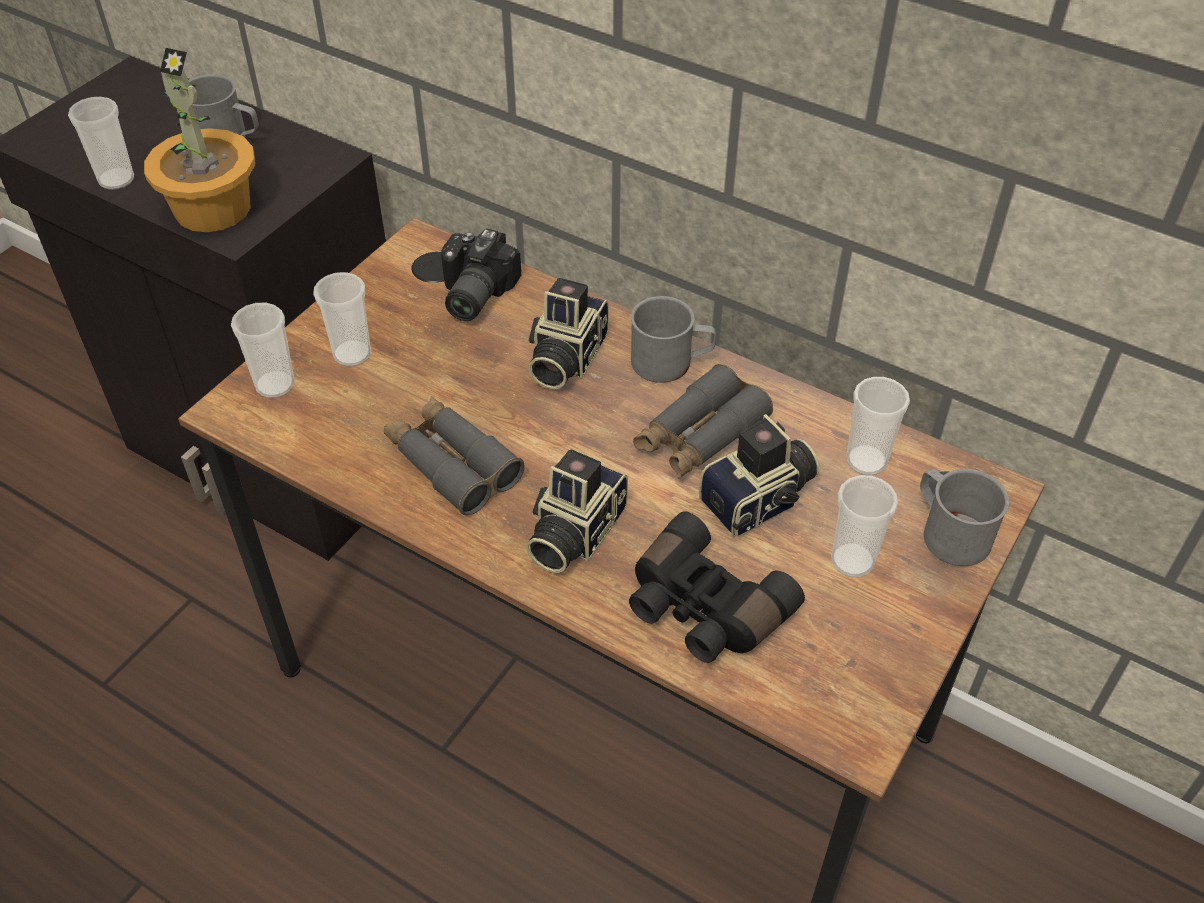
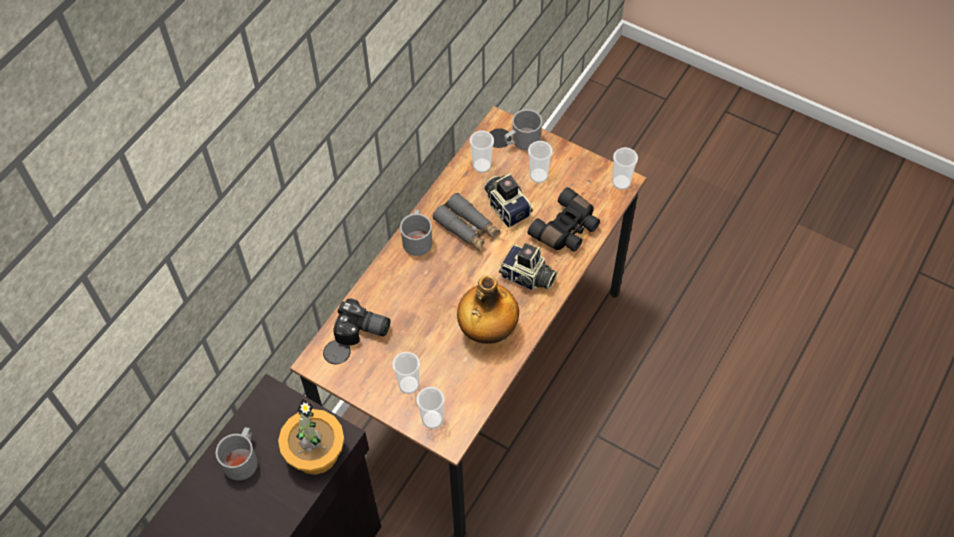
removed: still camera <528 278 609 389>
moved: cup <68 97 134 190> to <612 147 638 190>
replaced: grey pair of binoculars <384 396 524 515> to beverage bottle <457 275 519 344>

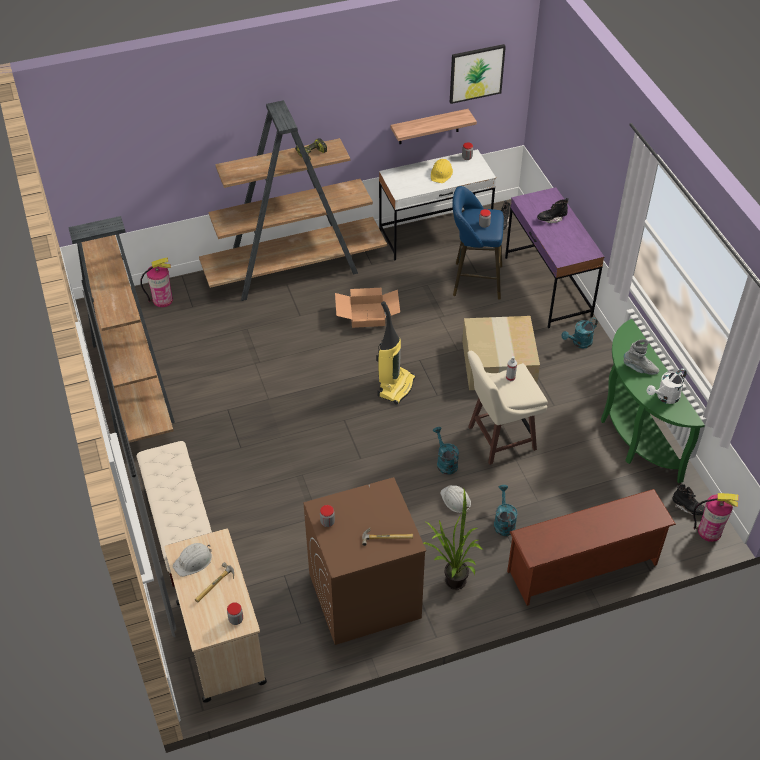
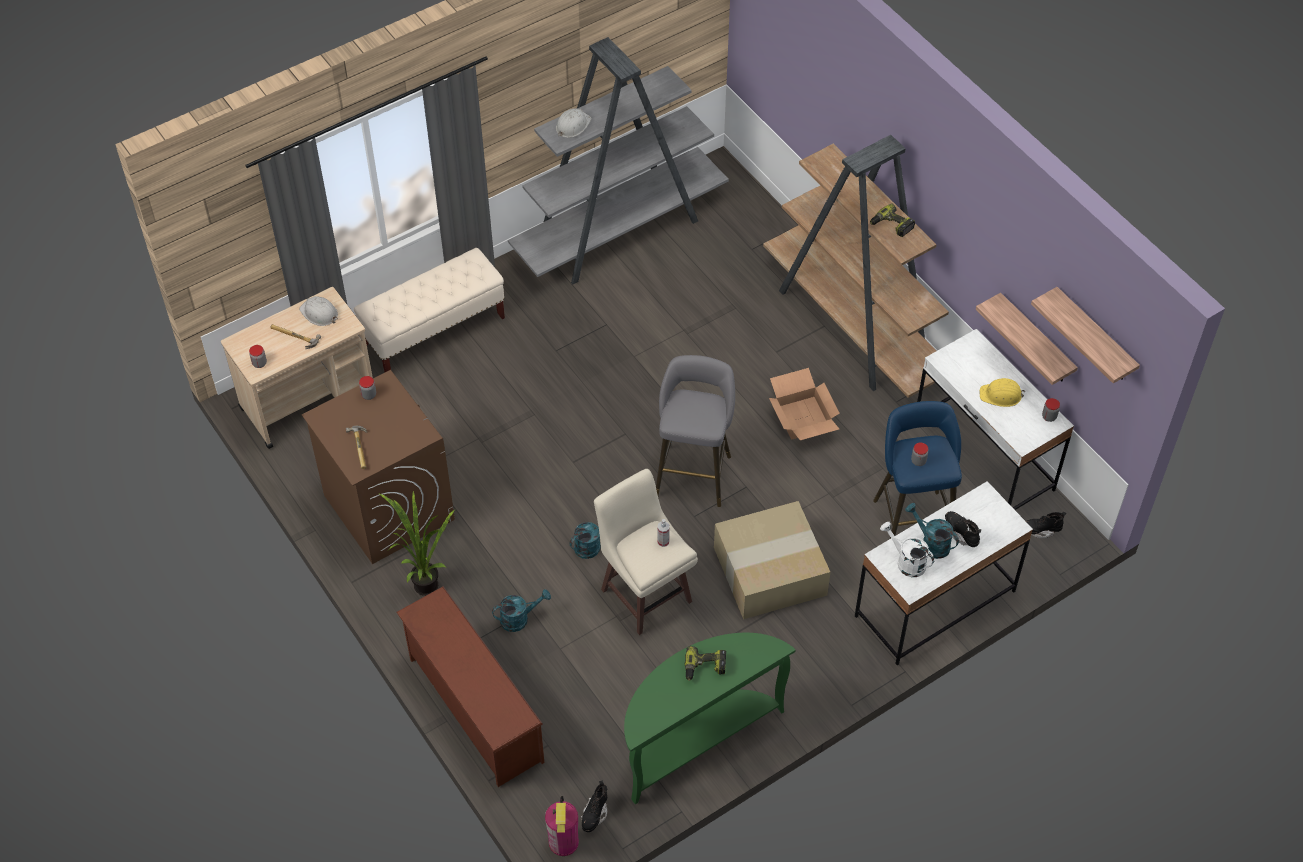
removed: fire extinguisher <141 258 173 307>
moved: white work helmet <440 485 471 513> to <556 108 592 138>; blue-green watering pot <562 318 598 349> to <905 503 959 559>; white watering pot <647 368 687 404> to <880 522 934 577>
replaced: hoover <376 301 415 405> to grey stool seat <656 355 735 507>; wall picture <450 44 506 104> to wall shelf <1031 287 1140 384>; grey tall boot <624 339 659 375> to power drill <685 646 726 681>
recoloured: brown-coloured bookshelf <68 216 175 443> to grey bookshelf <508 37 729 284>; purplish desk <505 187 604 328> to white desk <855 481 1033 665>

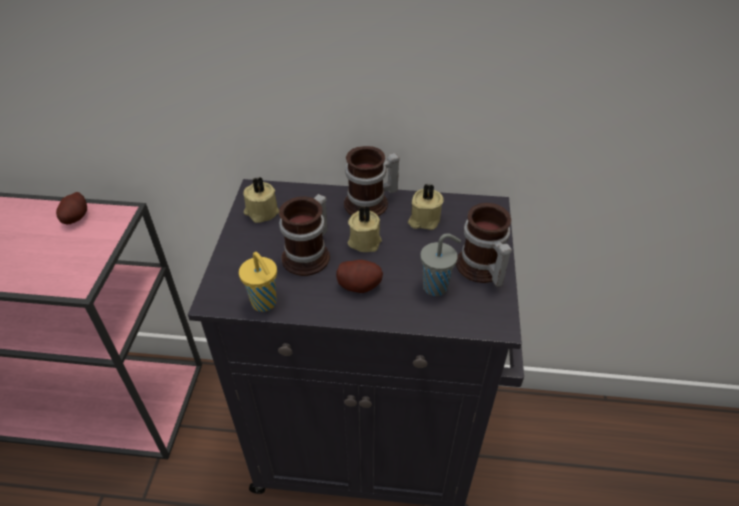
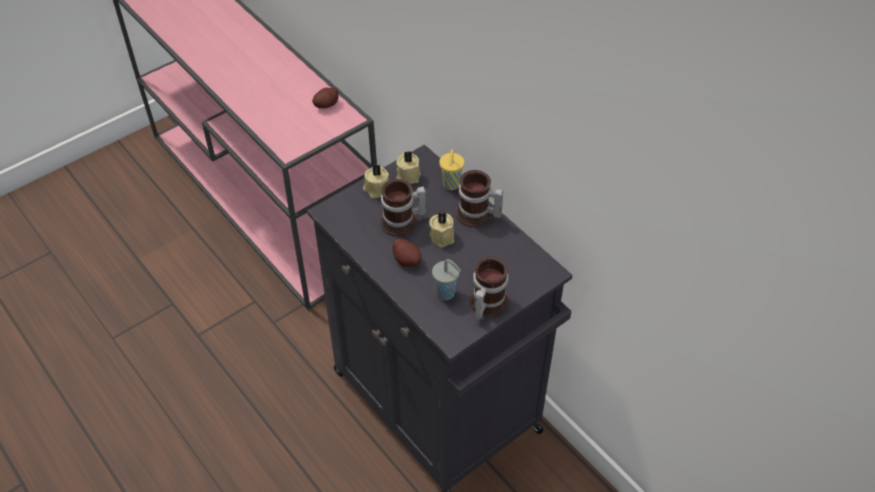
moved: yellow cup <239 252 277 312> to <439 150 464 190>; beige candle <408 184 444 230> to <363 164 389 198>

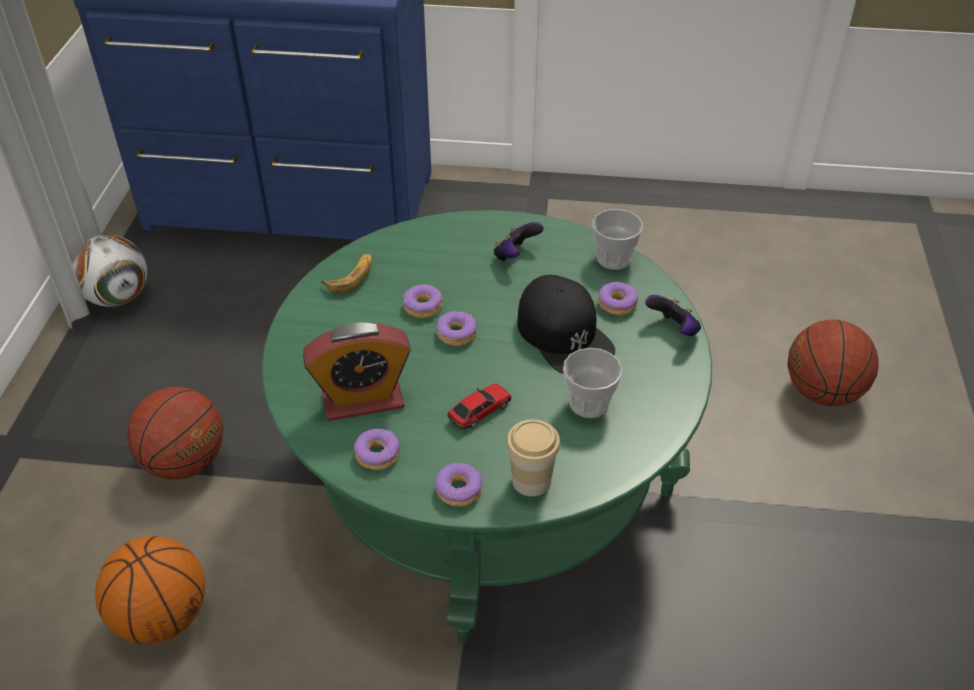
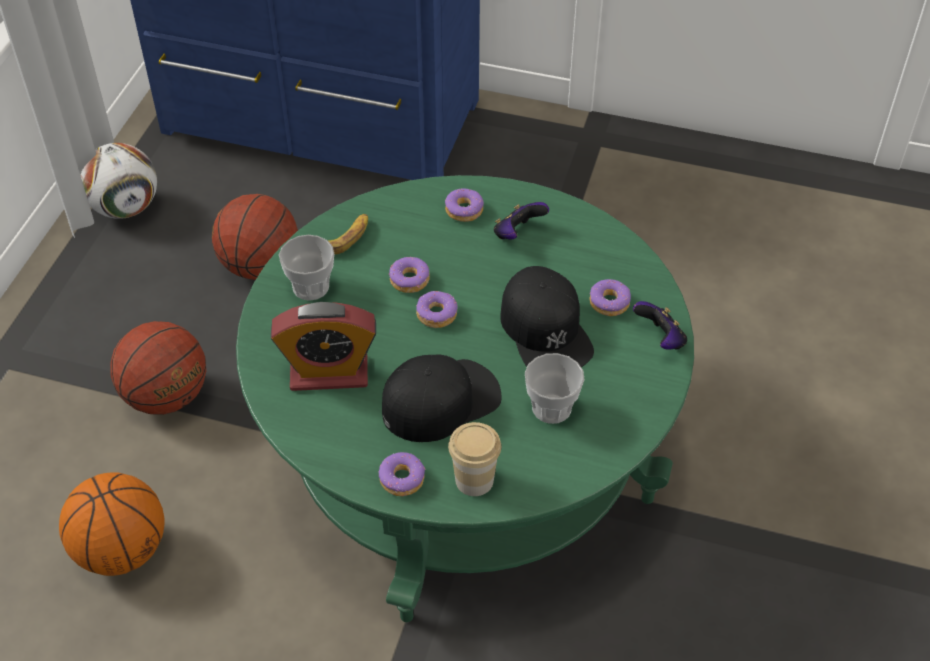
moved: ring doughnut <354 429 400 470> to <445 188 484 222>; cup <592 209 643 270> to <279 235 334 301>; basketball ball <787 320 879 406> to <212 194 298 280>
replaced: toy car <447 384 511 429> to blackish baseball cap <382 355 502 442>

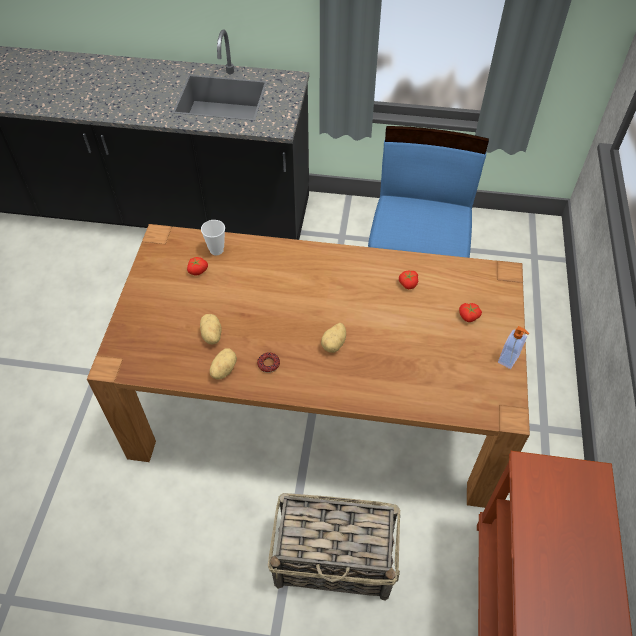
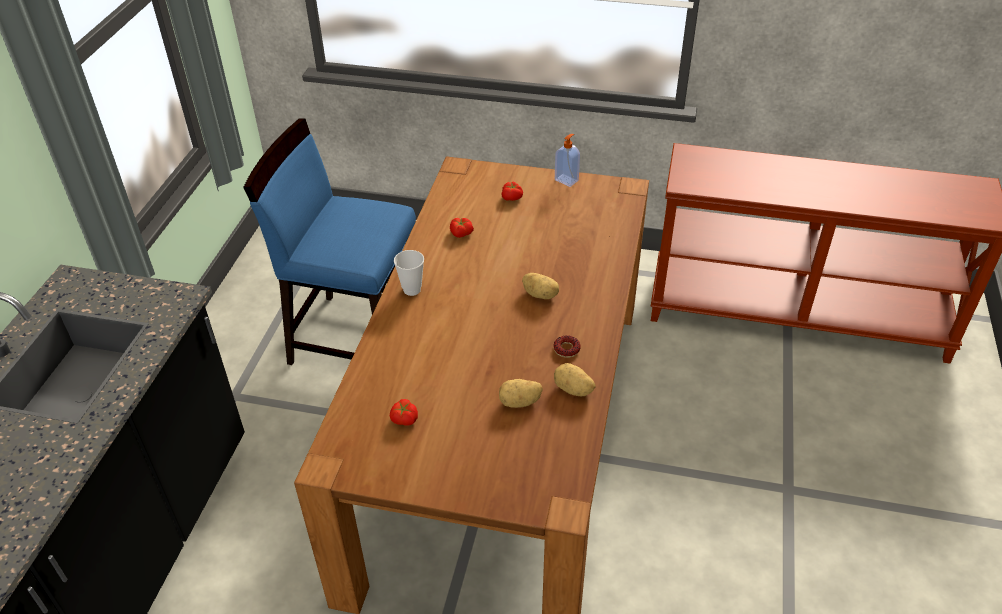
removed: household basket <268 493 400 601>
moved: cup <201 220 225 255> to <394 250 424 296>

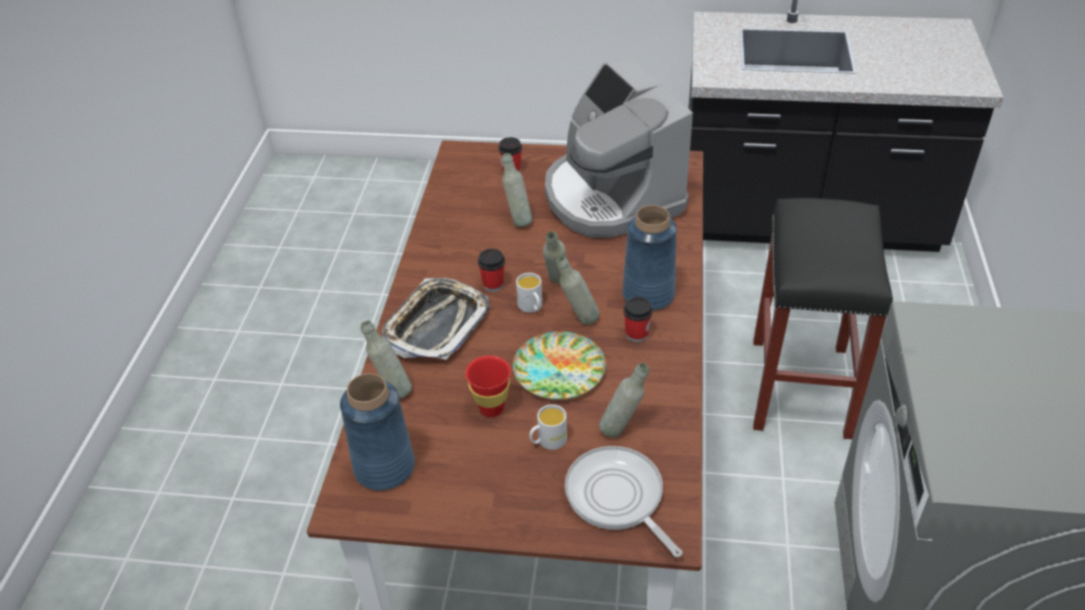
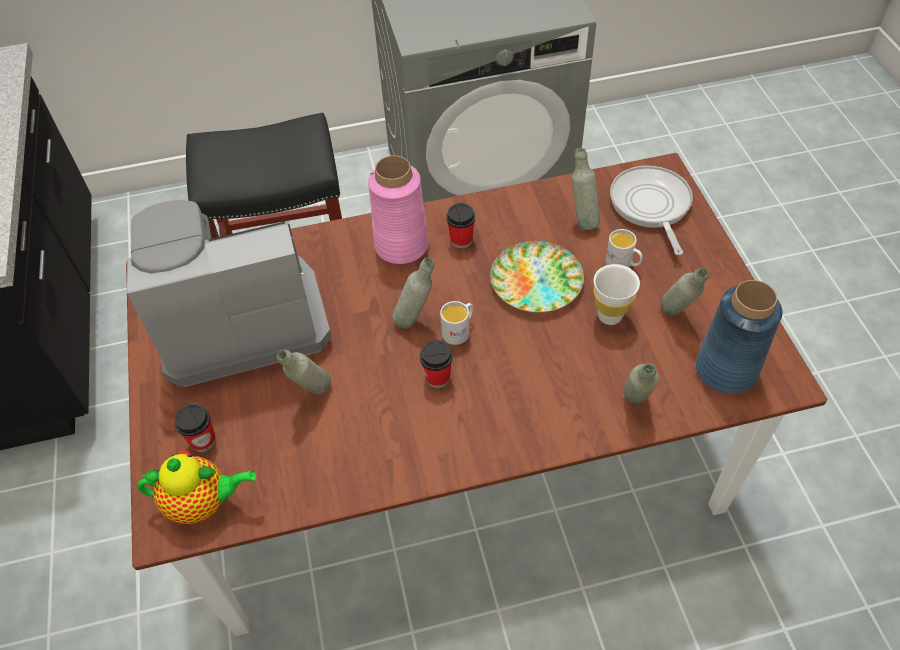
removed: tray <382 278 490 360>
added: pot for tea <137 451 256 524>
moved: grey beverage bottle <556 256 599 325> to <660 268 709 316>
recoloured: reddish cup <466 356 511 417> to white cup <594 264 640 325>; bluish flower vase <622 205 677 311> to pink flower vase <368 155 429 264>
turned: coffee machine <545 59 693 238> = <127 199 332 387> 150 degrees counterclockwise; pan <565 446 683 557> = <610 166 693 255> 135 degrees clockwise

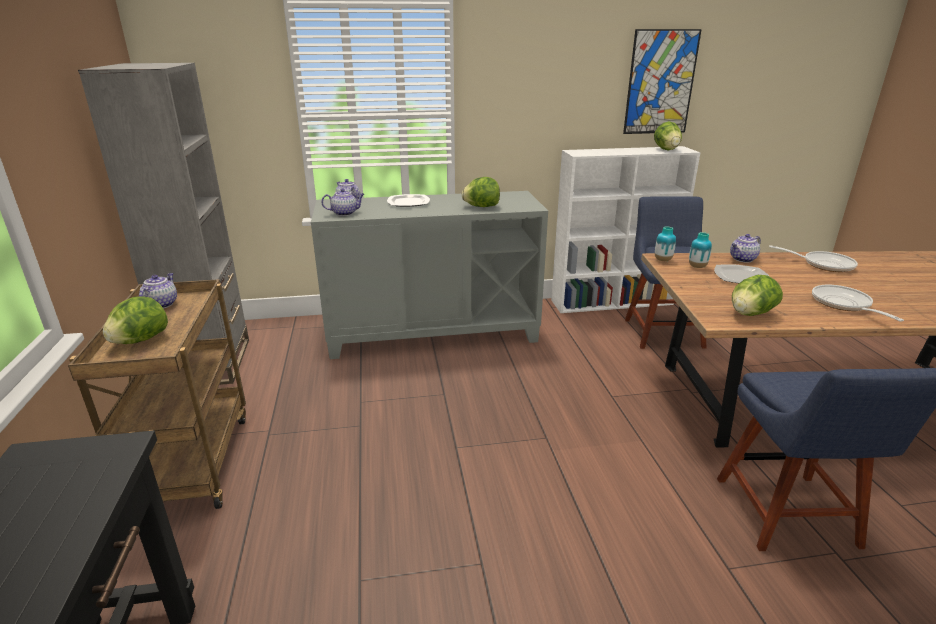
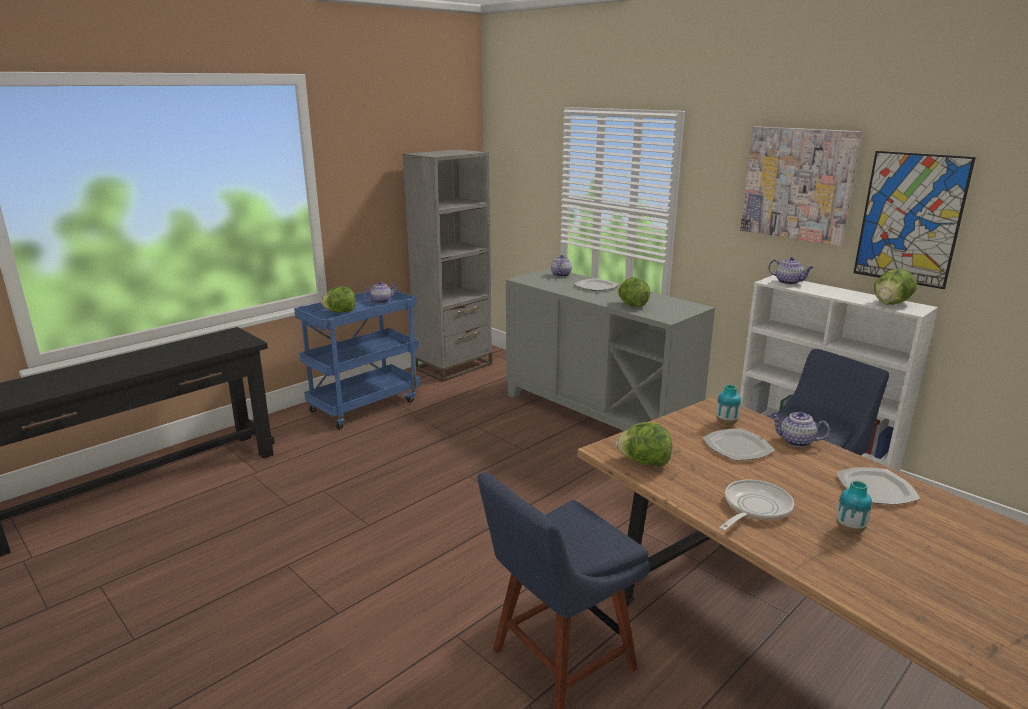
added: wall picture <740 126 862 246>
moved: pot for tea <321 188 364 216> to <768 257 814 285>; flower vase <655 226 676 261> to <836 481 872 534>
replaced: pan <769 245 858 272> to dinner plate <836 467 920 504>
recoloured: brown-coloured cart <68 279 246 509> to bluish cart <294 290 421 430>

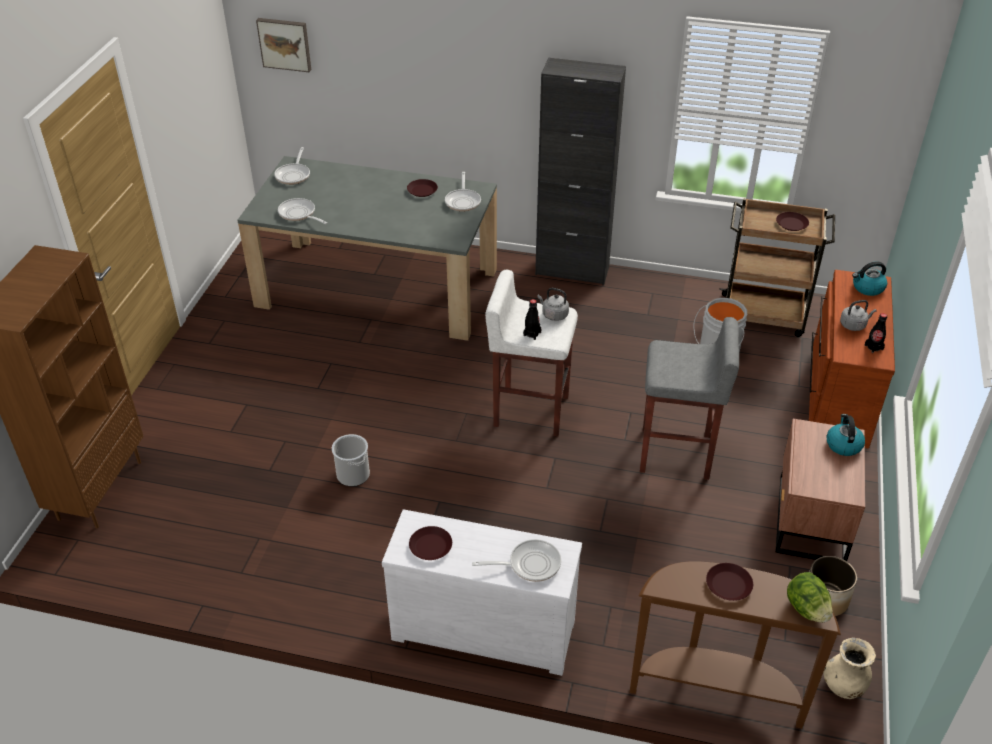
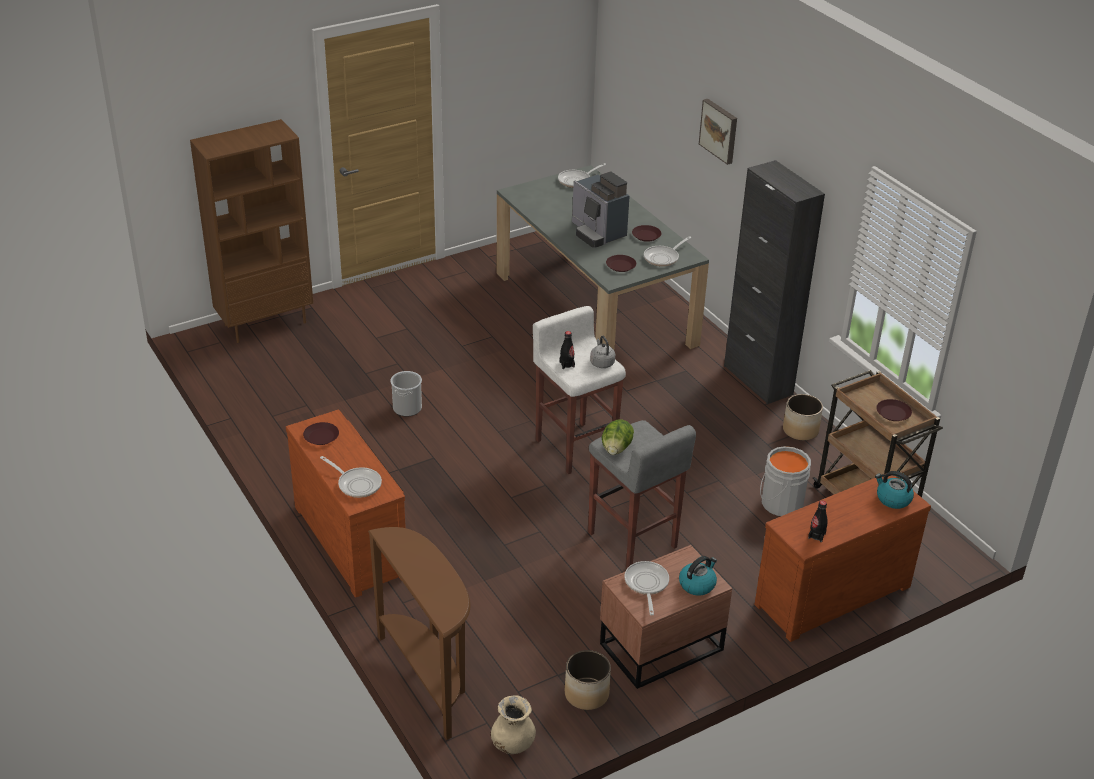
removed: grey tea kettle <840 300 877 331>
added: coffee machine <572 171 630 248>; flower pot <783 394 823 440>
moved: wall picture <256 18 311 72> to <699 99 737 165>; pan <278 198 327 224> to <624 561 669 615>; brown-coloured dinner plate <706 563 753 601> to <606 255 636 272>; lettuce head <787 572 833 622> to <602 419 634 455>
recoloured: white chest of drawers <382 509 582 676> to brown-coloured chest of drawers <286 409 406 598>

